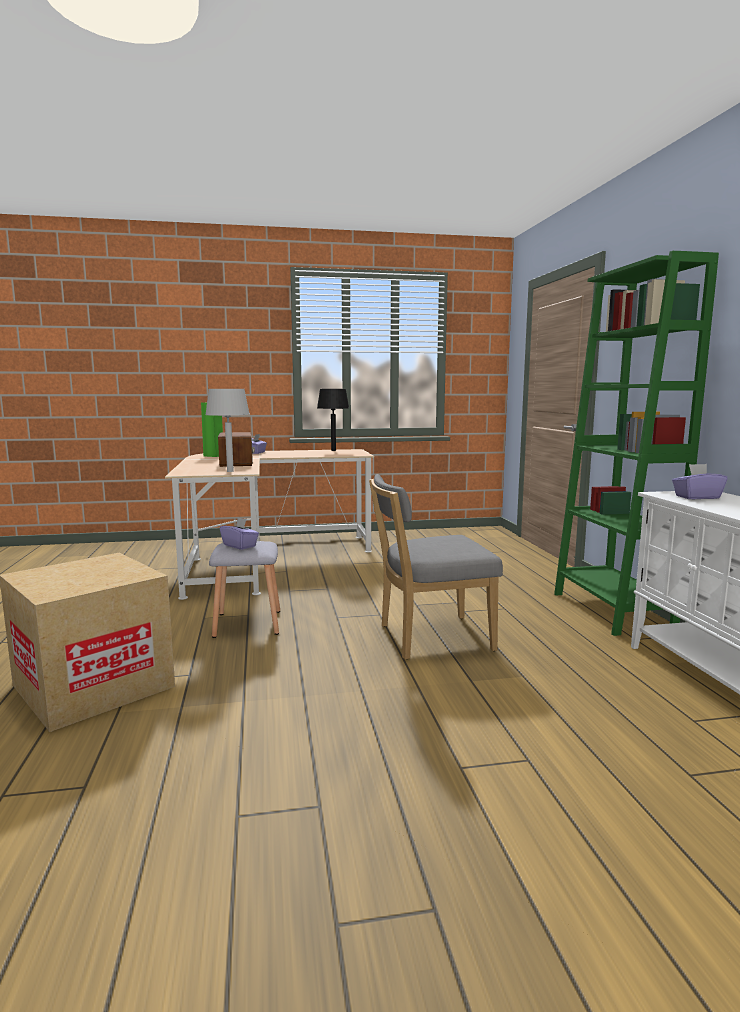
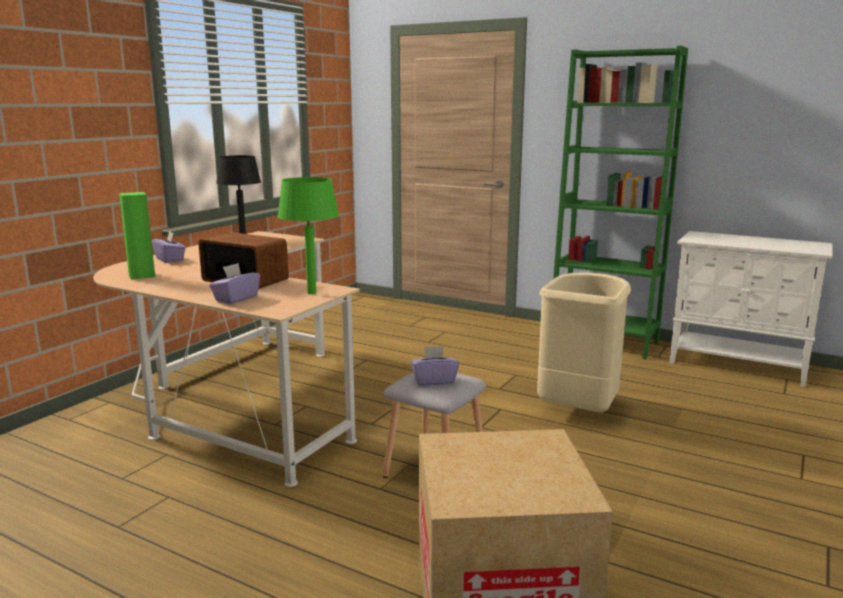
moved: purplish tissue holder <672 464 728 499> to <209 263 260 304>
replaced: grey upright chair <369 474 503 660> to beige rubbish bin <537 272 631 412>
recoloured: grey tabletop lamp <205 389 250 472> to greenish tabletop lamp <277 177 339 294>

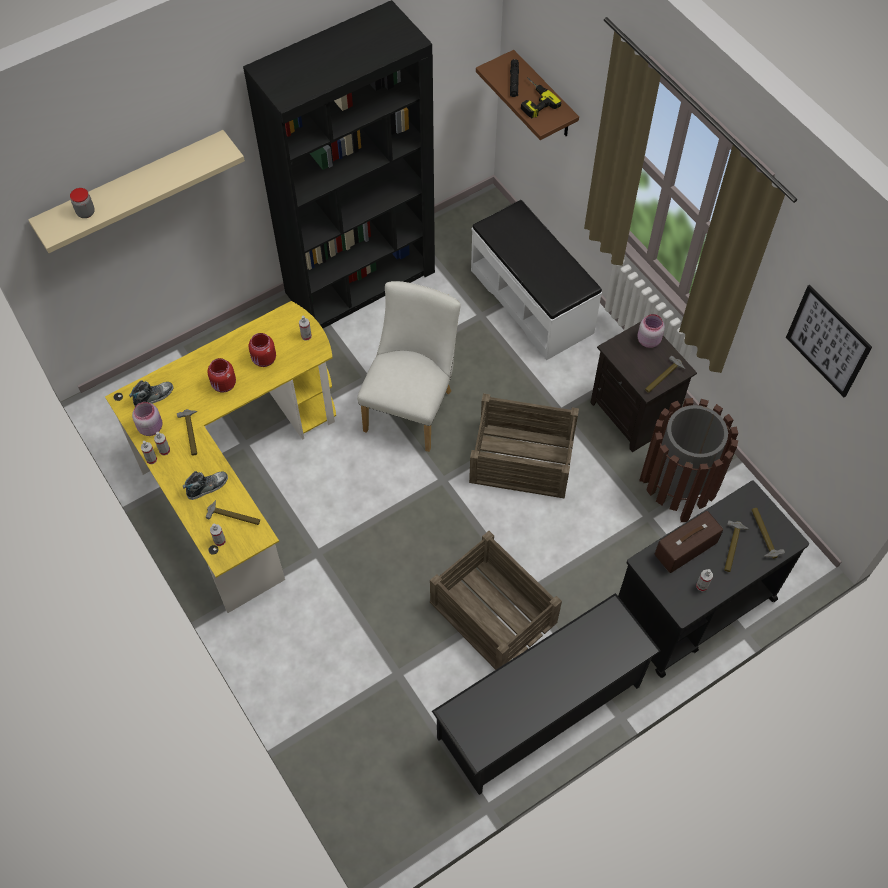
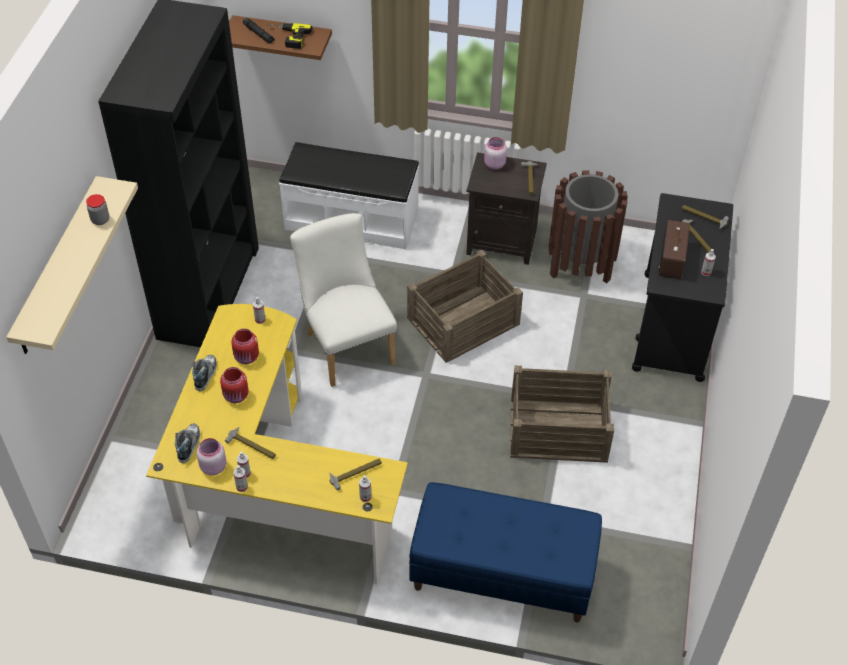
removed: blackish shoe rack <432 593 661 795>; wall picture <786 285 872 397>
added: bluish long seat <409 482 602 623>
moved: storage jar <70 188 95 218> to <86 194 109 225>; shoe <182 471 228 500> to <192 355 217 391>

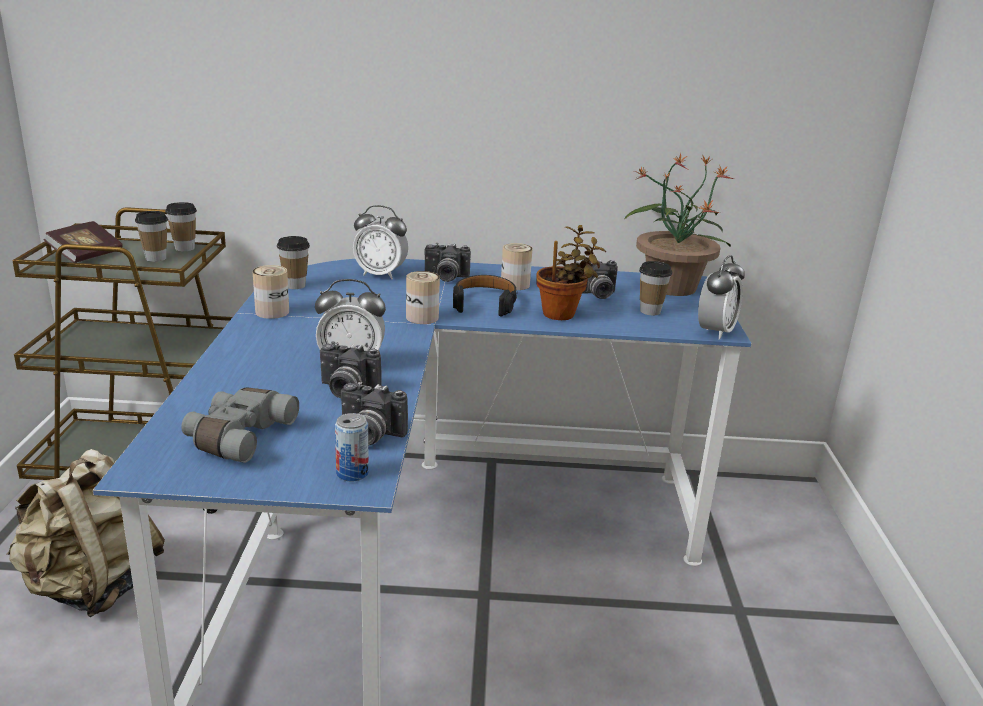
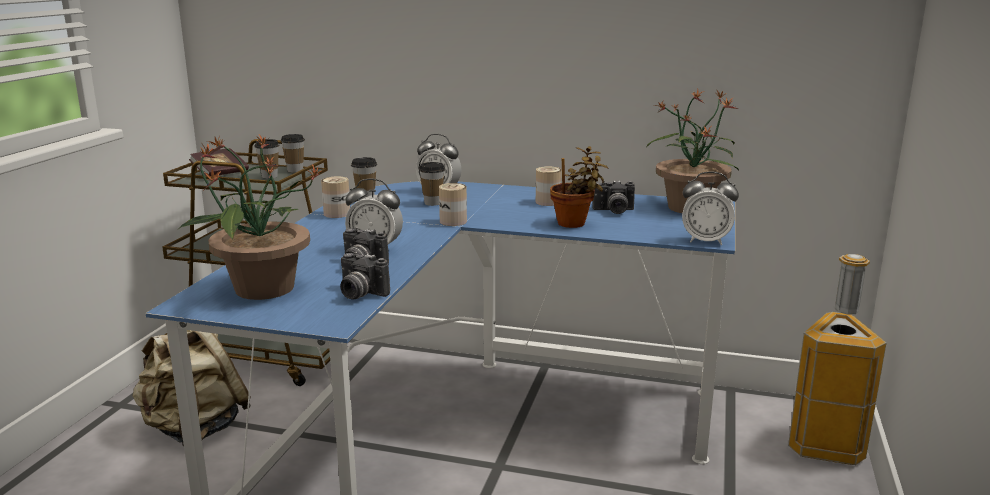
removed: can <335 413 369 482>; still camera <425 243 471 282>; blackish headset <453 275 517 317>
added: rubbish bin <788 254 886 465>
moved: cup <639 261 672 315> to <419 162 445 206>
replaced: grey pair of binoculars <181 387 299 463> to houseplant <177 135 321 300>
turned: table clock <698 255 745 340> = <682 172 739 245> 60 degrees clockwise

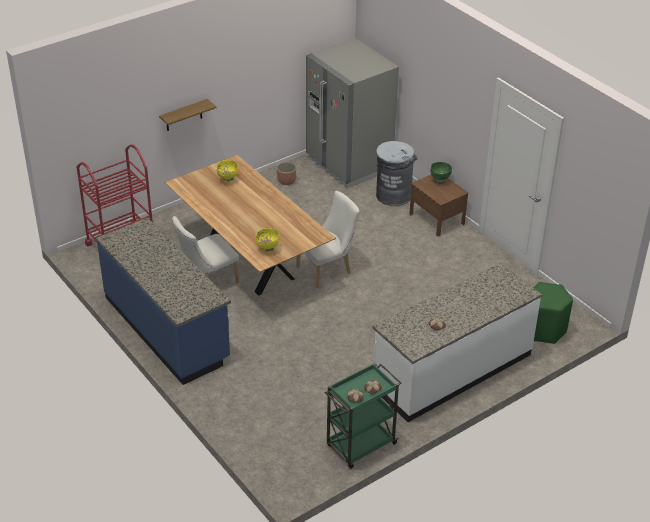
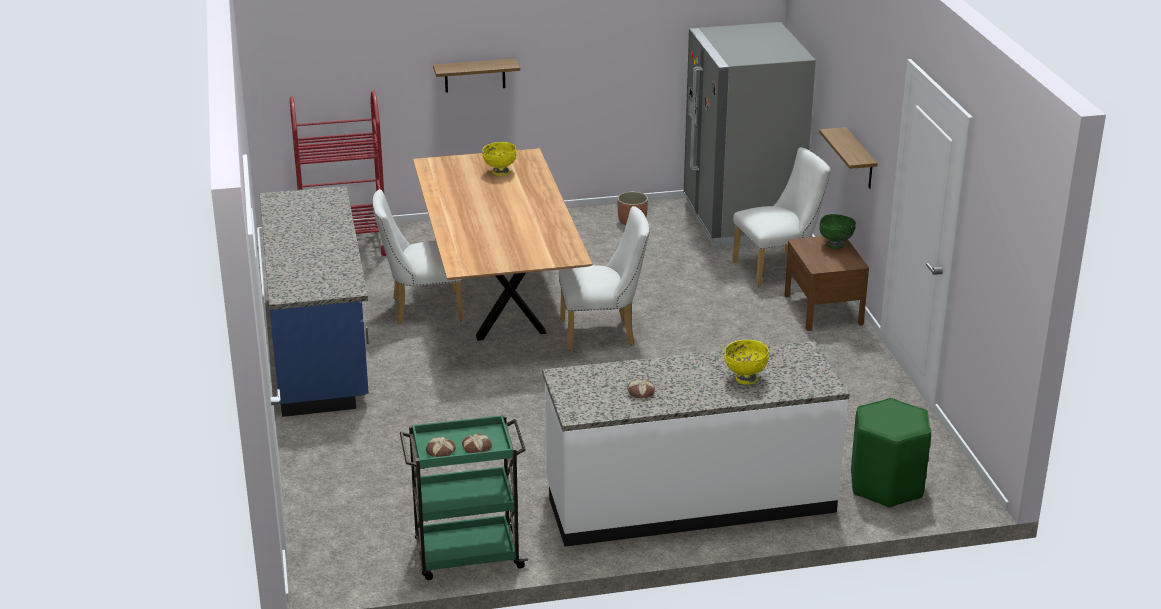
added: wall shelf <819 127 878 189>
moved: yellow serving bowl <255 228 280 253> to <724 340 769 384>
replaced: grey rubbish bin <376 141 417 206> to white upright chair <732 147 831 287>

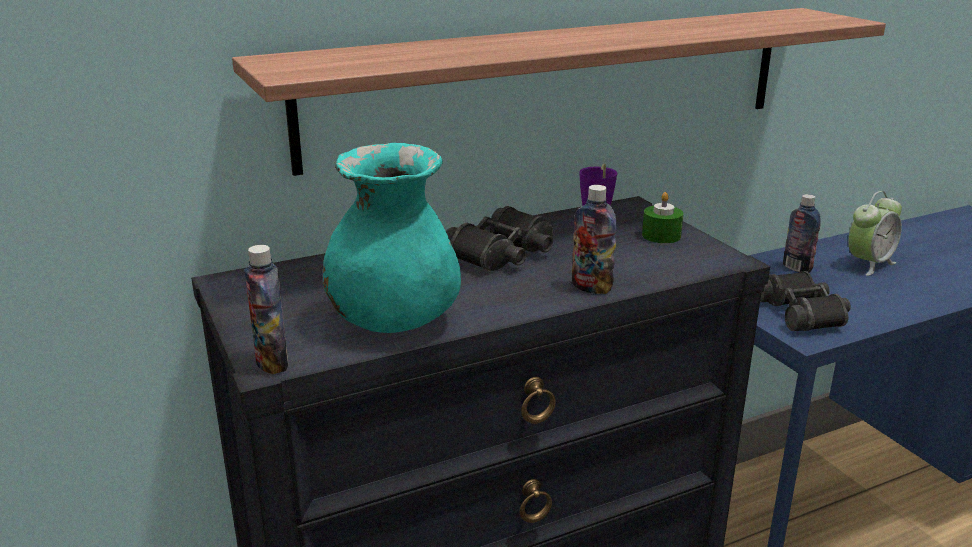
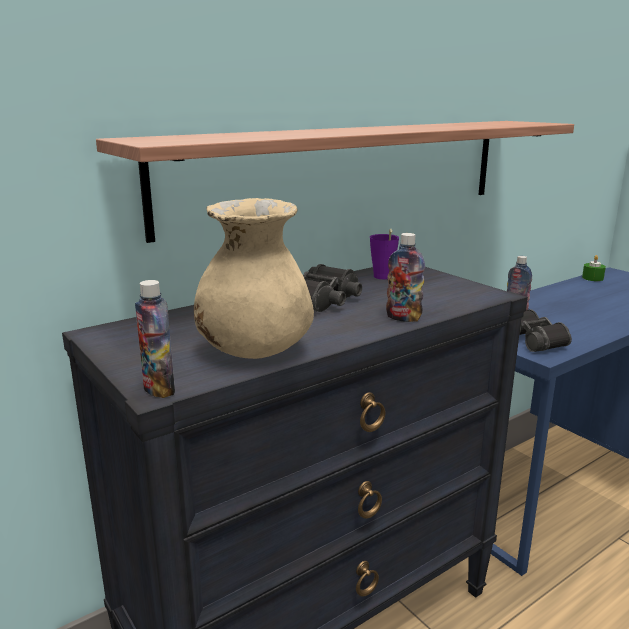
removed: table clock <848 191 902 276>
moved: greenish candle <642 192 683 243> to <582 255 606 281>
recoloured: blue-green flower vase <323 143 461 333> to beige flower vase <194 198 314 359>

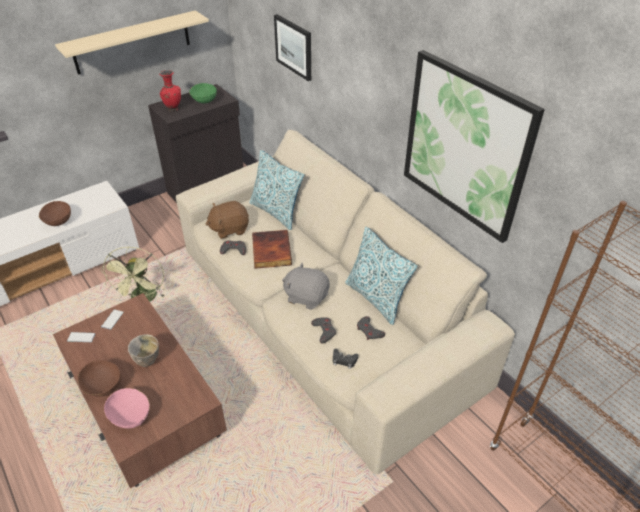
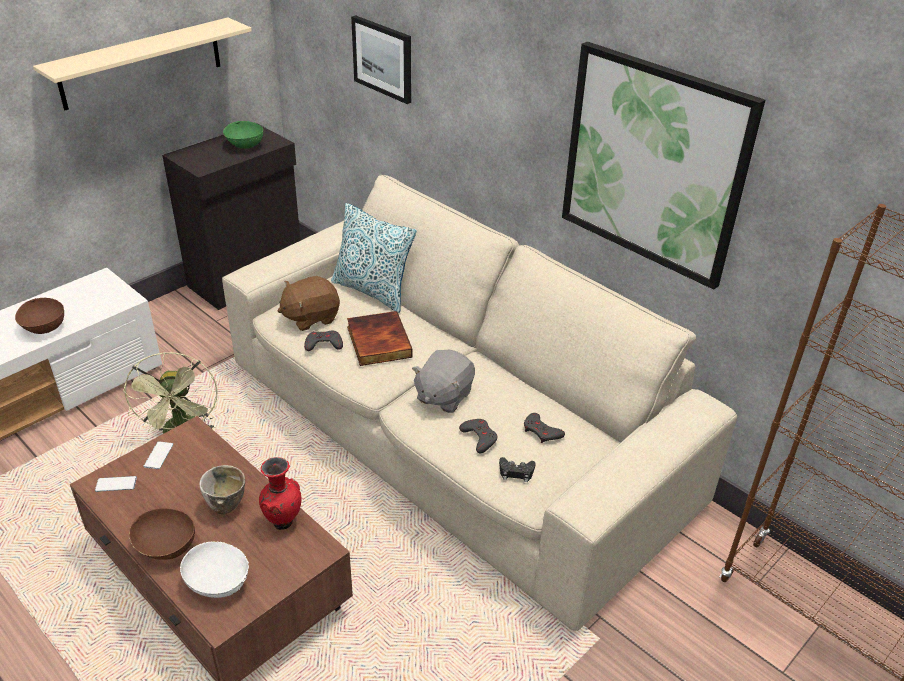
removed: cushion <345 227 418 325>
moved: reddish flower vase <159 70 181 111> to <259 457 301 530>
recoloured: pink serving bowl <104 388 150 428> to white serving bowl <180 541 249 598>
turned: grey cuddly toy <282 263 330 310> = <412 350 475 413> 75 degrees counterclockwise

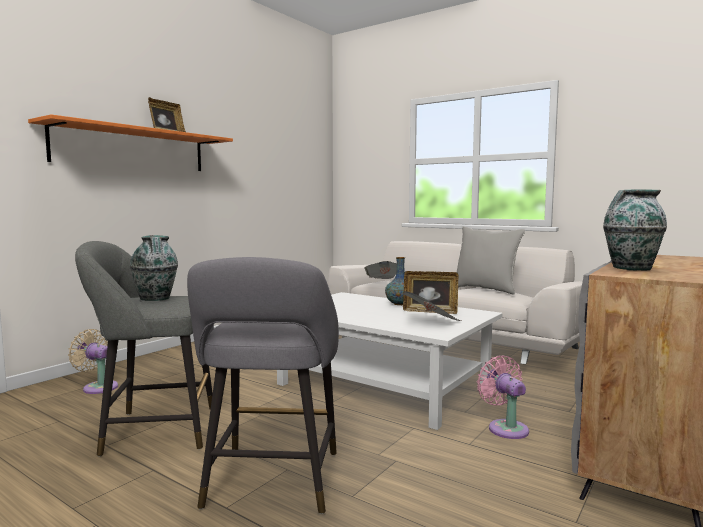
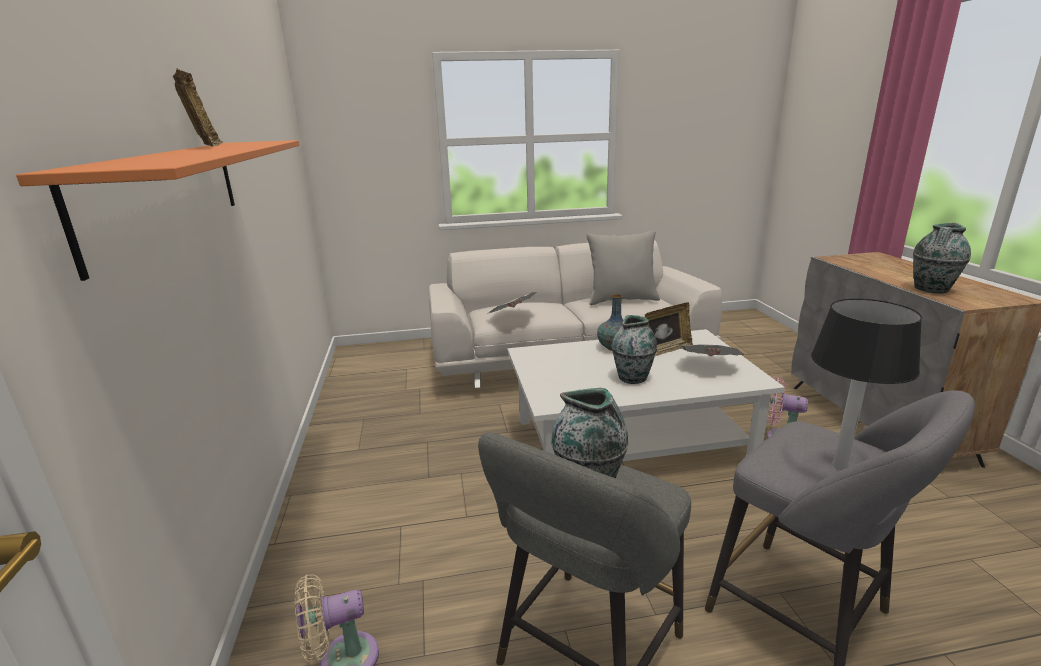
added: flower vase <612 315 657 384>; tabletop lamp <811 299 922 470>

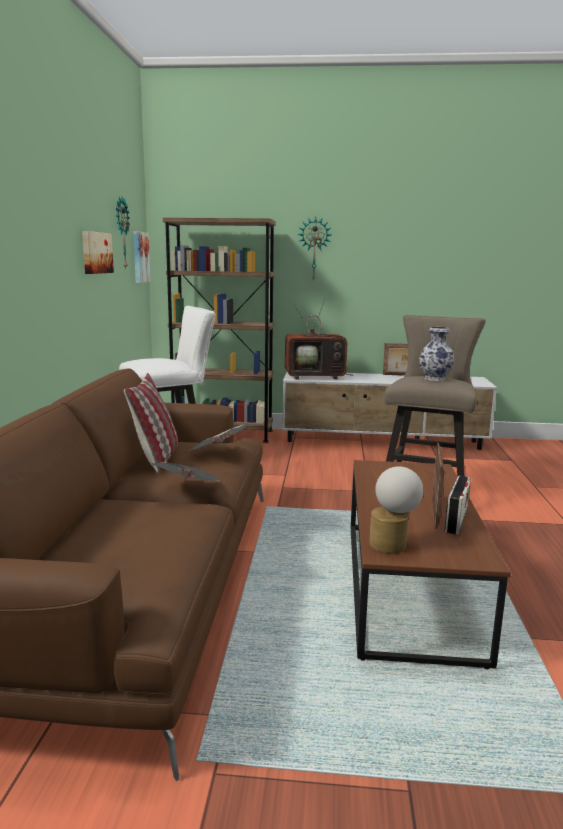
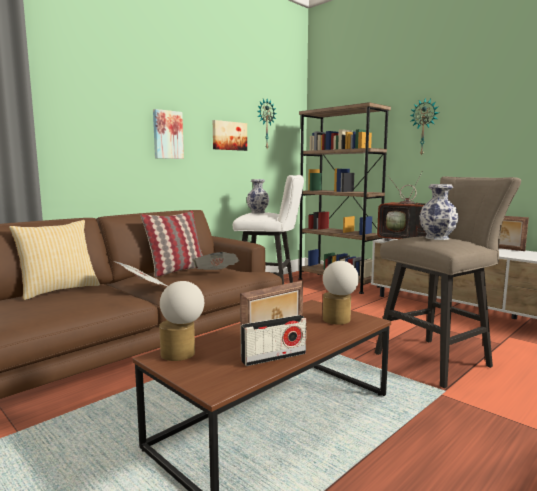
added: cushion <9 220 100 300>; flower vase <247 179 269 213>; tabletop lamp <323 261 359 325>
moved: wall picture <133 231 151 283> to <153 109 184 159>

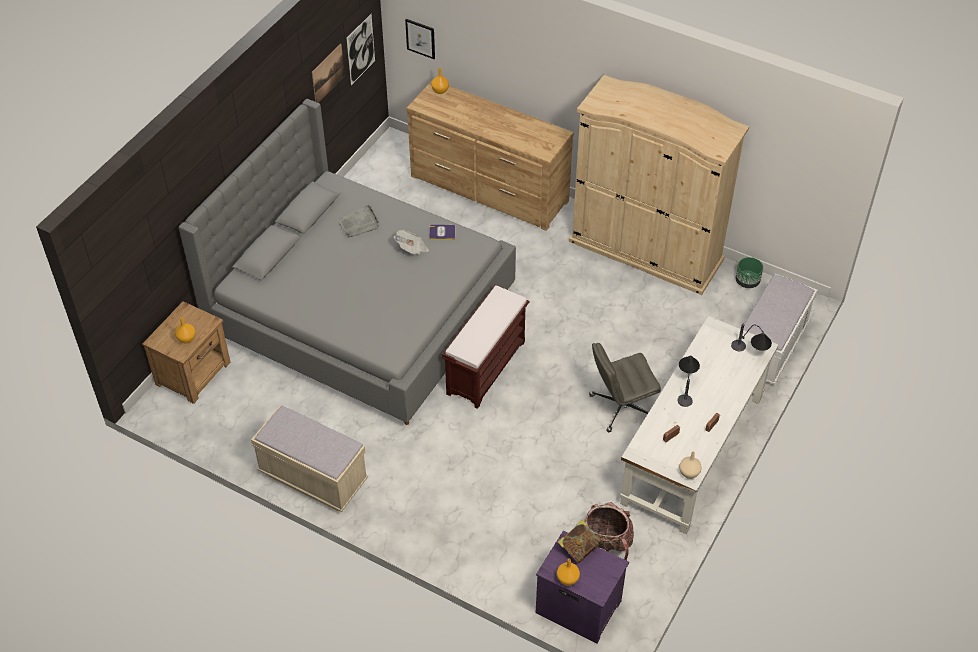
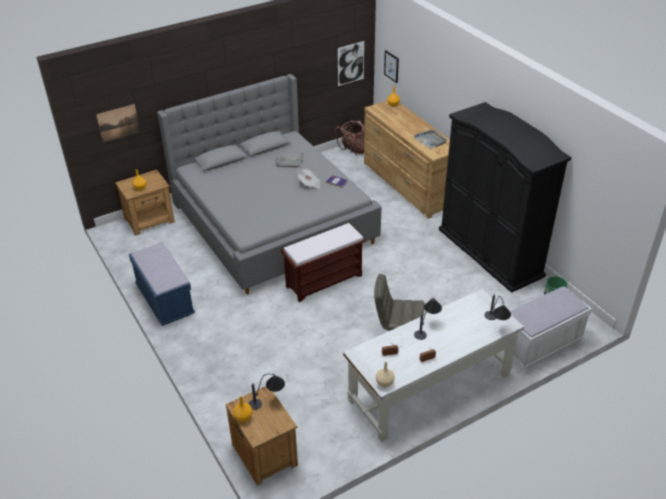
added: grey tray <413 130 447 148>
moved: wall picture <312 44 345 103> to <96 104 140 142>; backpack <584 502 634 561> to <335 120 365 156>
replaced: book <558 519 601 563> to tabletop lamp <249 374 285 410>
recoloured: beige long seat <251 406 368 512> to bluish long seat <129 243 195 326>; purplish night table <536 531 629 643> to brown-coloured night table <225 386 298 486>; beige clothes cupboard <569 75 749 295> to blackish clothes cupboard <439 102 572 293>

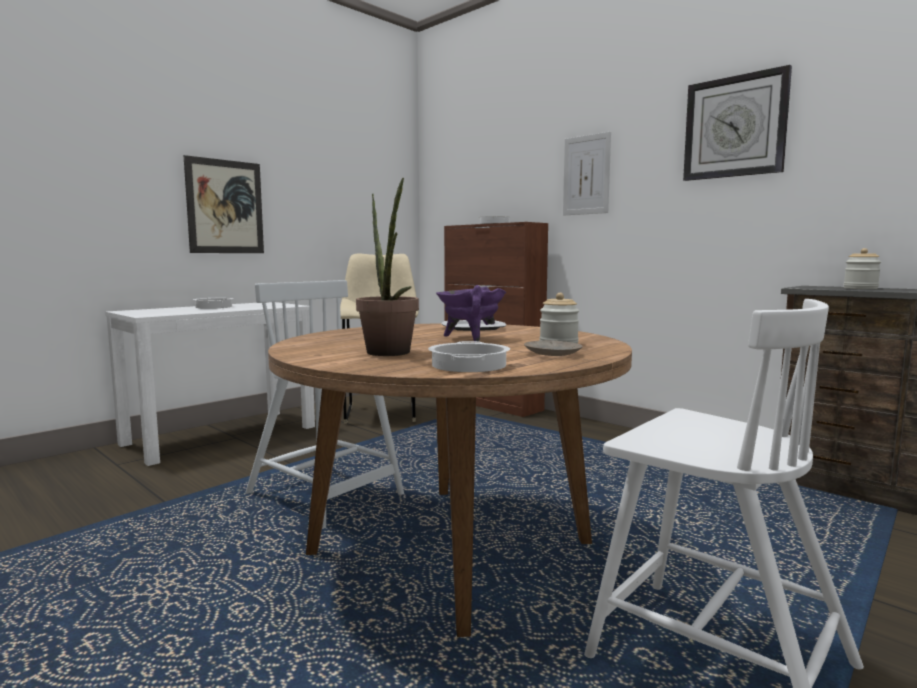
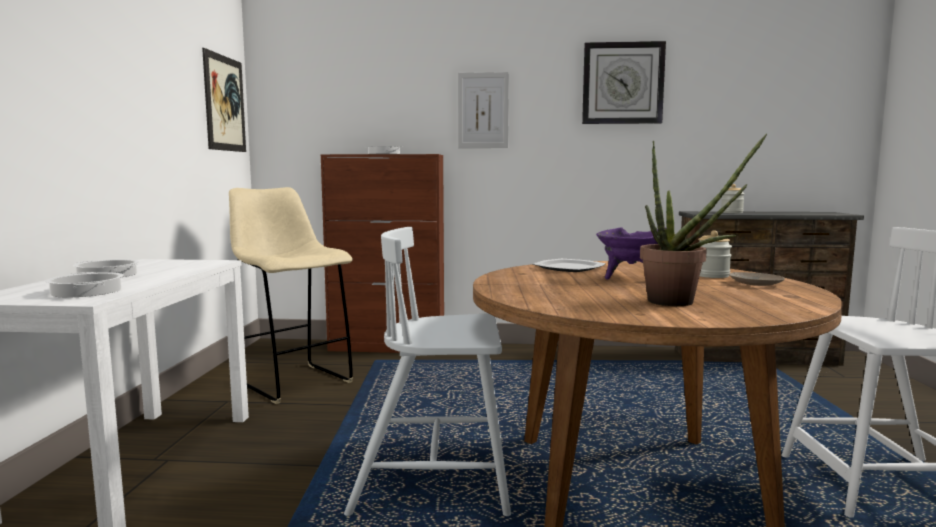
moved: wall picture <183 155 264 253> to <202 48 246 152>; cooking pot <428 341 510 372> to <45 272 124 297>

